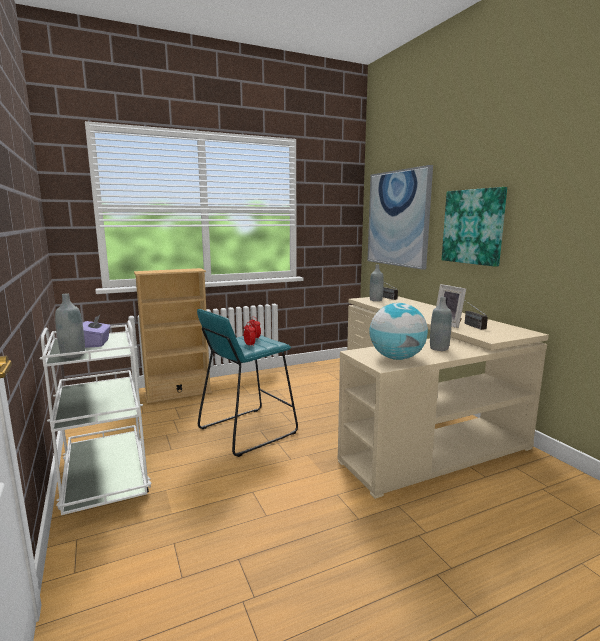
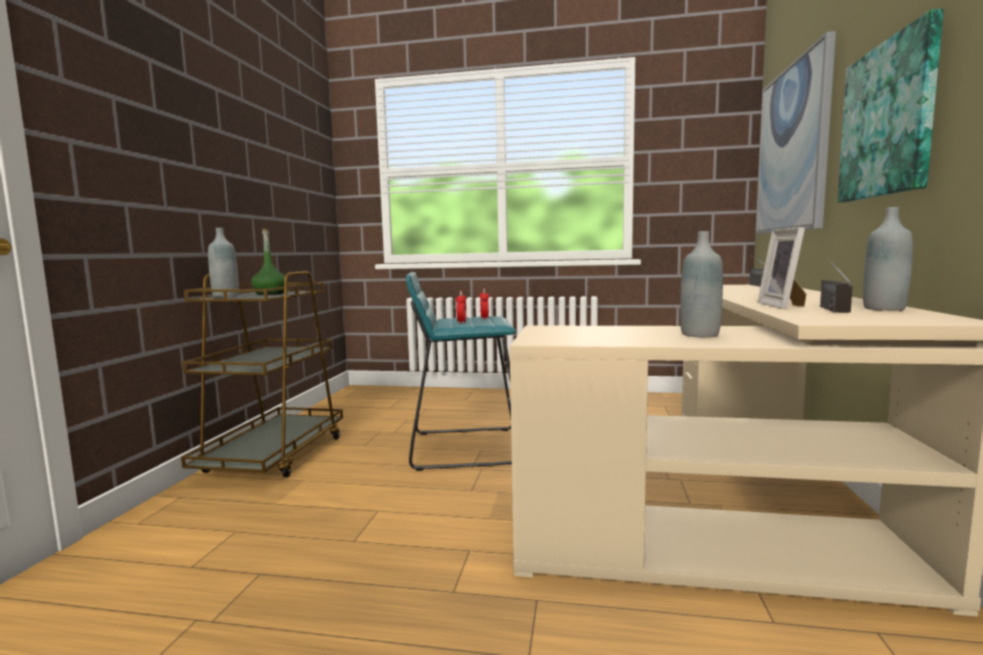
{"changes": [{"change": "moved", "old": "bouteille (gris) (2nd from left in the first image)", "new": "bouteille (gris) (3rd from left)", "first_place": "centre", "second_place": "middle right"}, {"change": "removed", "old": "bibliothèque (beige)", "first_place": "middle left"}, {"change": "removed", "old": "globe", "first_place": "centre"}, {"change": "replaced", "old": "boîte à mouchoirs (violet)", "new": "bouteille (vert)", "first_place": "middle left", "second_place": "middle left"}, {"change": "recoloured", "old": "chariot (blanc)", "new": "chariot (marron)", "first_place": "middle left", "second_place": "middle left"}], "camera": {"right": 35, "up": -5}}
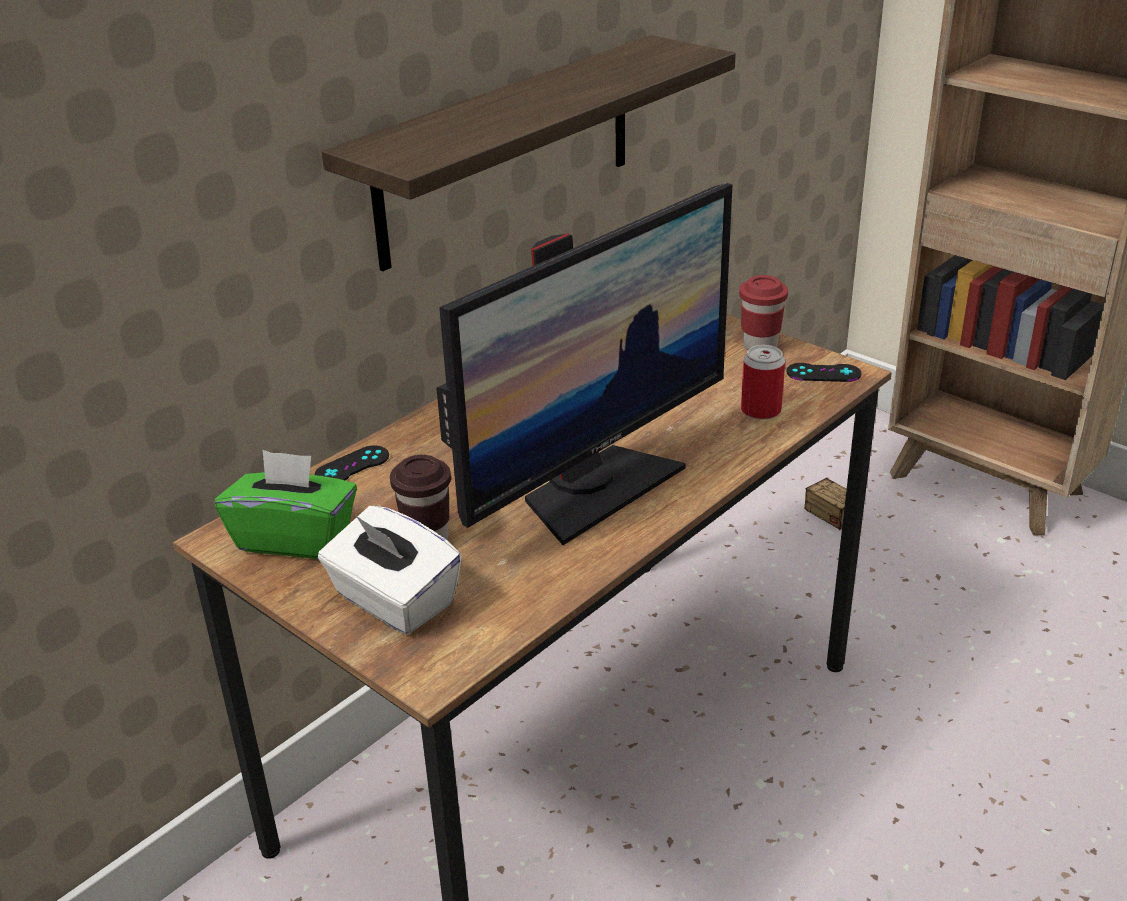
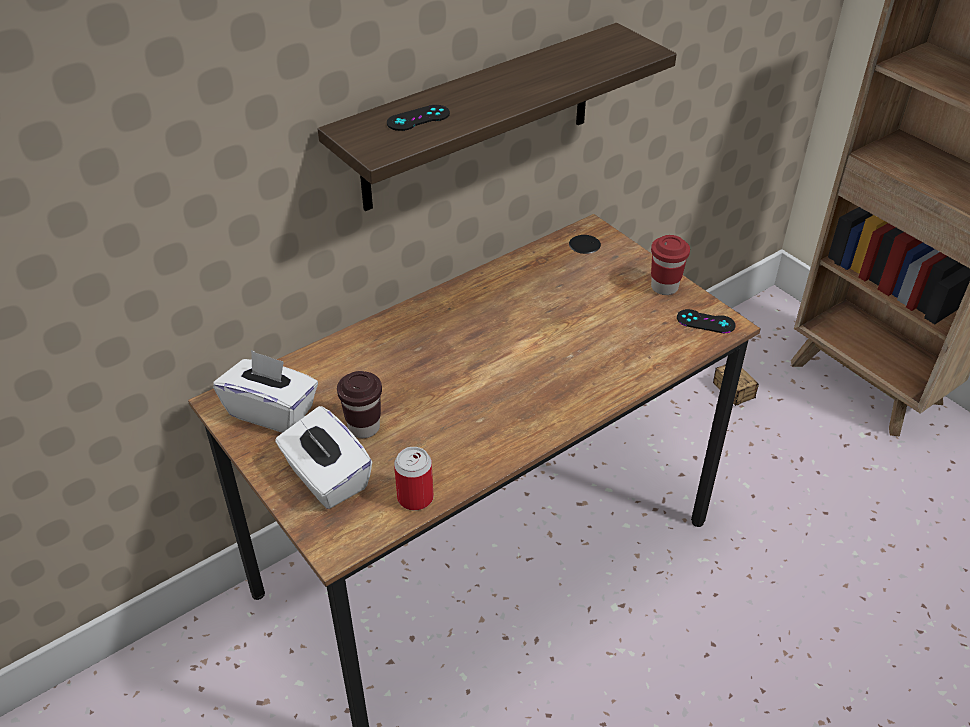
{"changes": [{"change": "removed", "old": "écran d'ordinateur", "first_place": "centre"}, {"change": "moved", "old": "boîte métallique", "first_place": "middle right", "second_place": "centre"}, {"change": "moved", "old": "manette (noir) (1st from left)", "first_place": "middle left", "second_place": "top centre"}, {"change": "recoloured", "old": "boîte à mouchoirs (vert)", "new": "boîte à mouchoirs (blanc) (1st from left)", "first_place": "middle left", "second_place": "middle left"}], "camera": {"right": 10, "up": 10}}
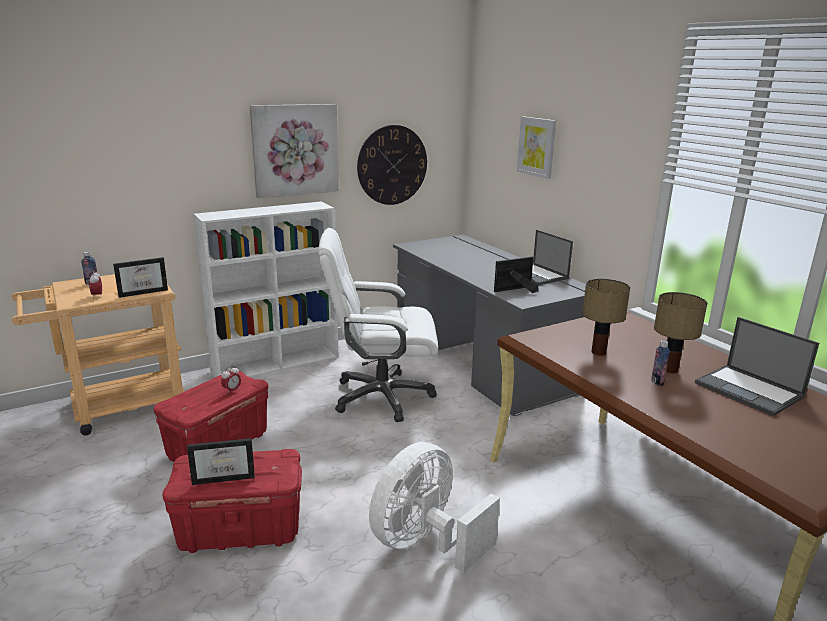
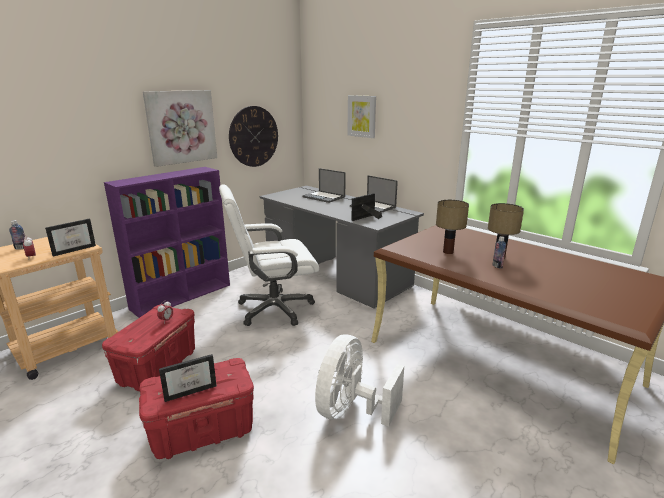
{"changes": [{"change": "recoloured", "old": "bibliothèque (blanc)", "new": "bibliothèque (violet)", "first_place": "middle left", "second_place": "middle left"}, {"change": "moved", "old": "ordinateur portable (2nd from left in the first image)", "new": "ordinateur portable (1st from left)", "first_place": "middle right", "second_place": "centre"}], "camera": {"right": -15, "up": 0}}
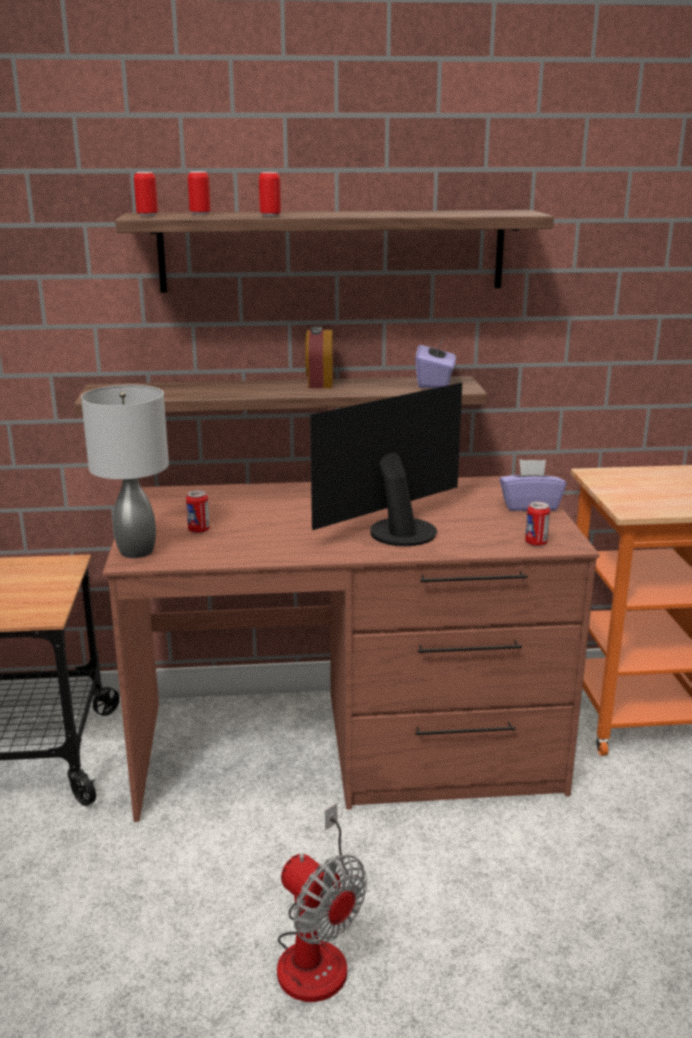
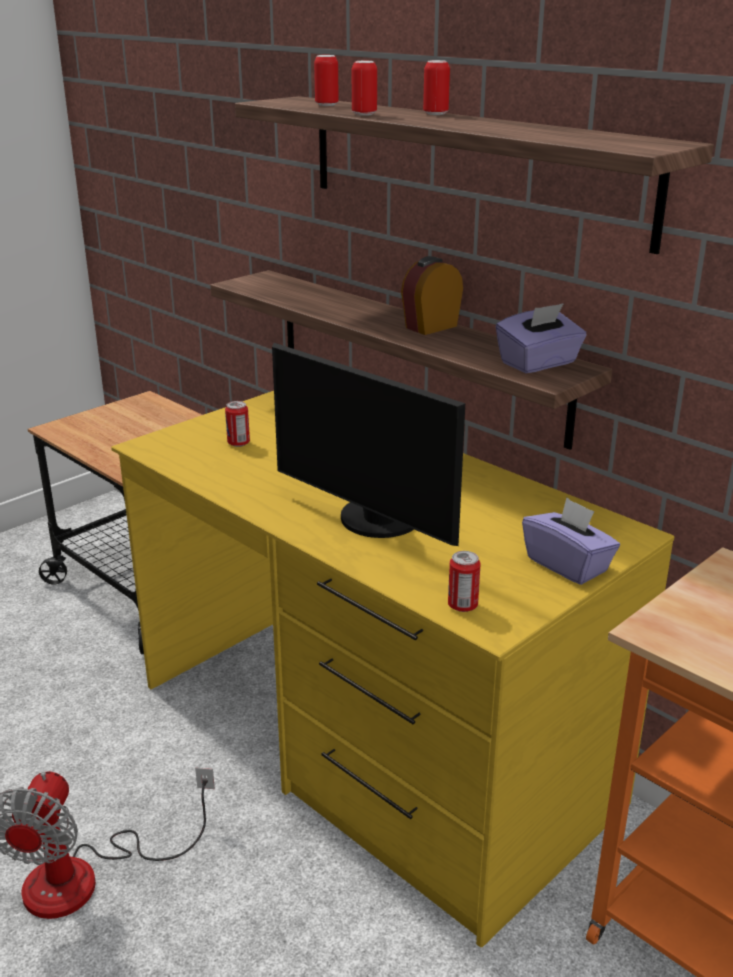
{"changes": [{"change": "moved", "old": "boîte métallique (1st from left in the first image)", "new": "boîte métallique (4th from left)", "first_place": "top left", "second_place": "top centre"}, {"change": "turned", "old": "écran d'ordinateur", "first_place": "centre", "second_place": "centre", "degrees": -150}, {"change": "removed", "old": "lampe de table (gris)", "first_place": "middle left"}, {"change": "recoloured", "old": "bureau (marron)", "new": "bureau (jaune)", "first_place": "centre", "second_place": "bottom centre"}], "camera": {"right": 50, "up": 5}}
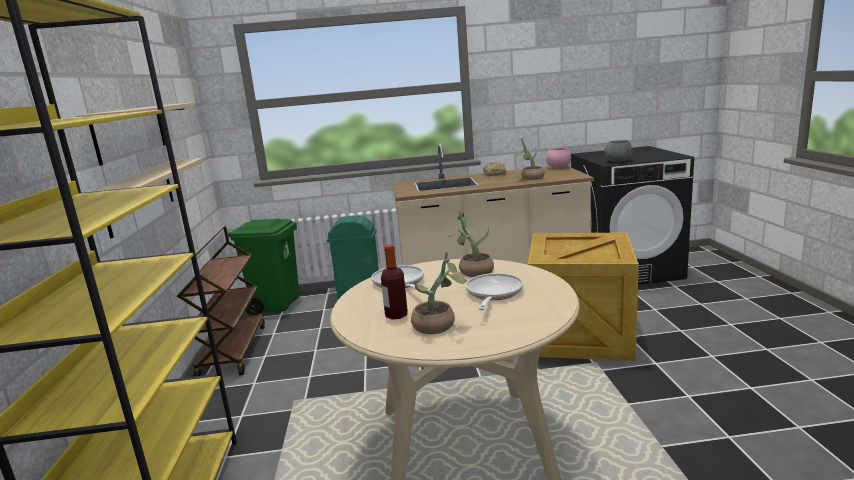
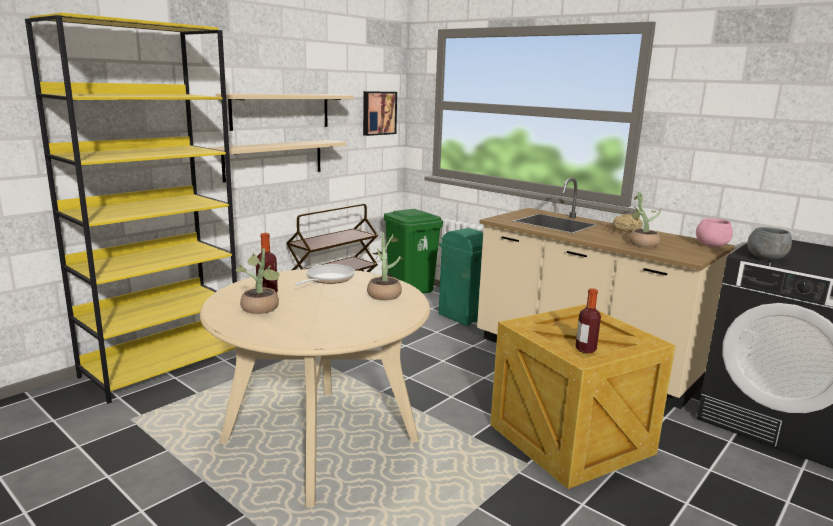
{"changes": [{"change": "removed", "old": "poêle (2nd from left)", "first_place": "centre"}, {"change": "added", "new": "tableau", "second_place": "top centre"}, {"change": "added", "new": "bouteille (2nd from left)", "second_place": "middle right"}], "camera": {"right": 45, "up": 0}}
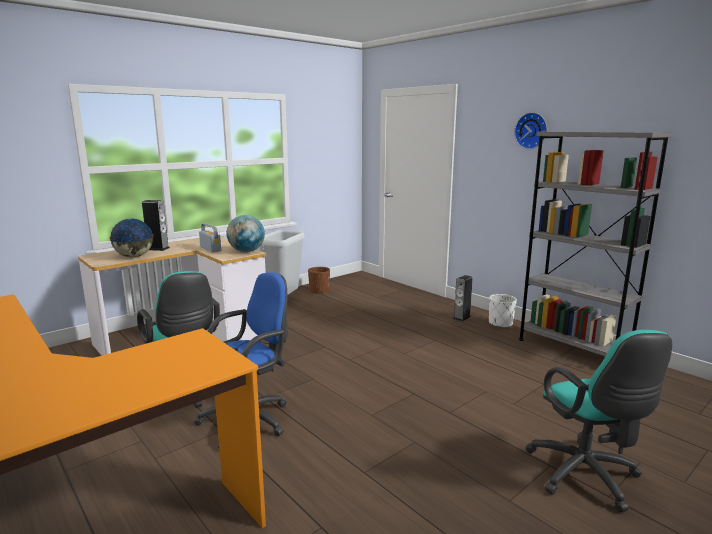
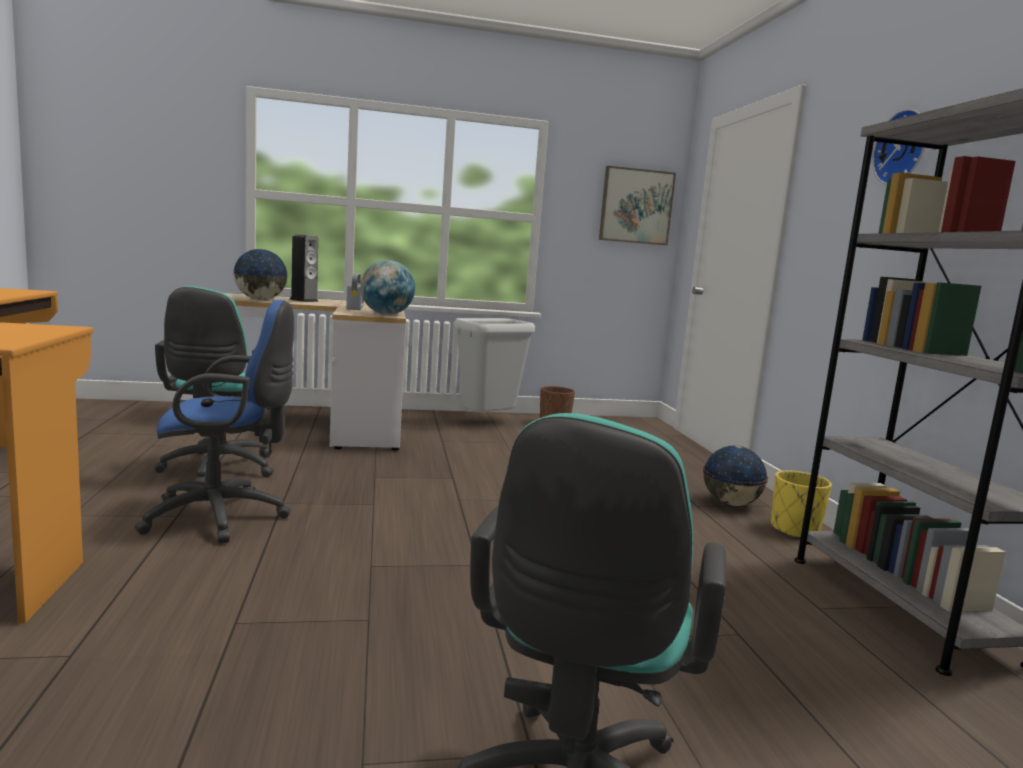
{"changes": [{"change": "replaced", "old": "enceinte (2nd from left)", "new": "globe (3rd from left)", "first_place": "centre", "second_place": "middle right"}, {"change": "recoloured", "old": "cache-pot (blanc)", "new": "cache-pot (jaune)", "first_place": "middle right", "second_place": "middle right"}, {"change": "added", "new": "tableau", "second_place": "top centre"}], "camera": {"right": 30, "up": -5}}
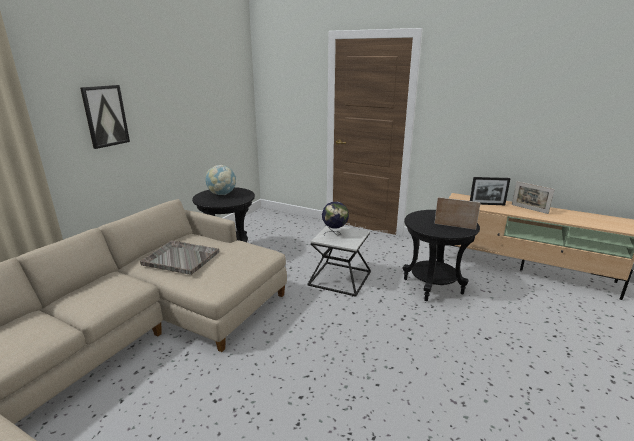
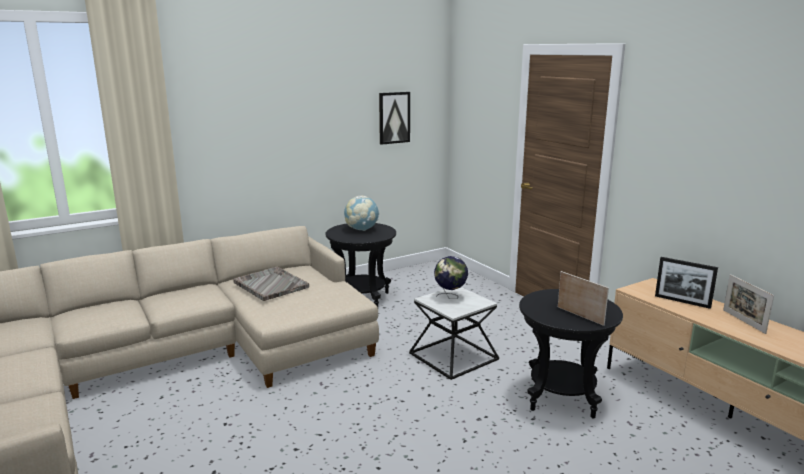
{"changes": [{"change": "moved", "old": "tableau", "first_place": "top left", "second_place": "top centre"}], "camera": {"right": 30, "up": -5}}
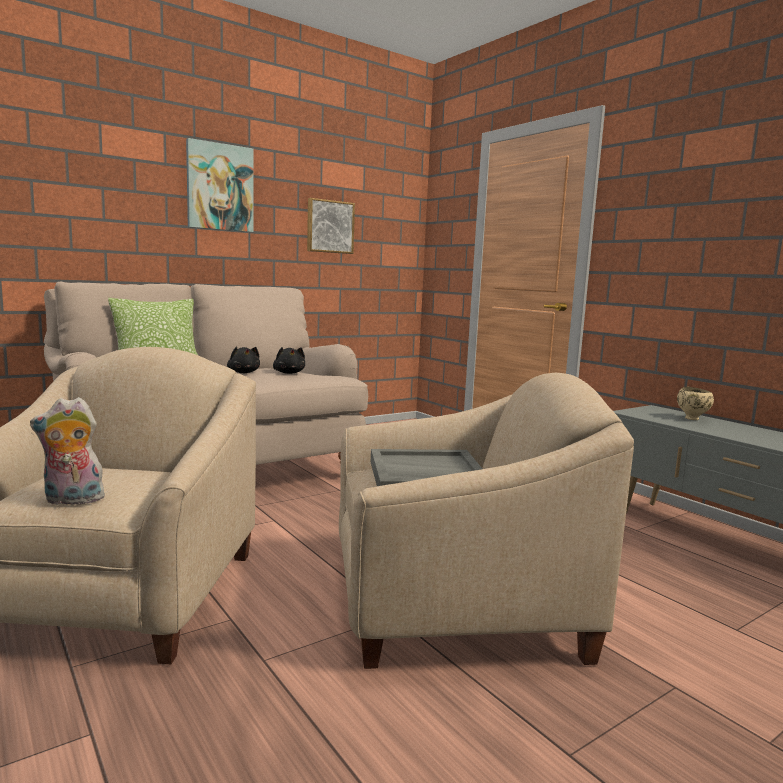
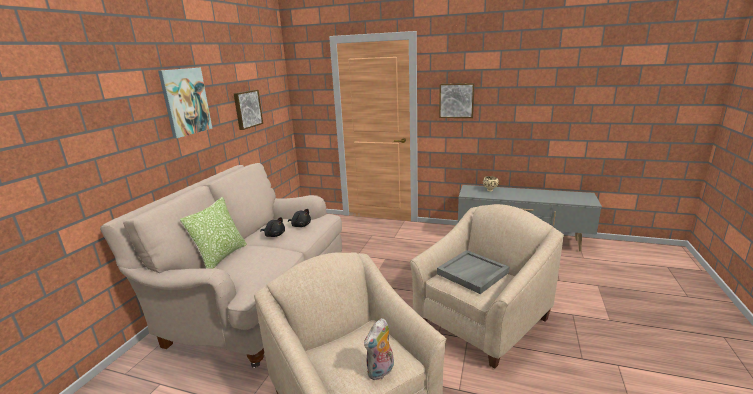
{"changes": [{"change": "added", "new": "tableau (3rd from left)", "second_place": "top centre"}], "camera": {"right": -35, "up": 10}}
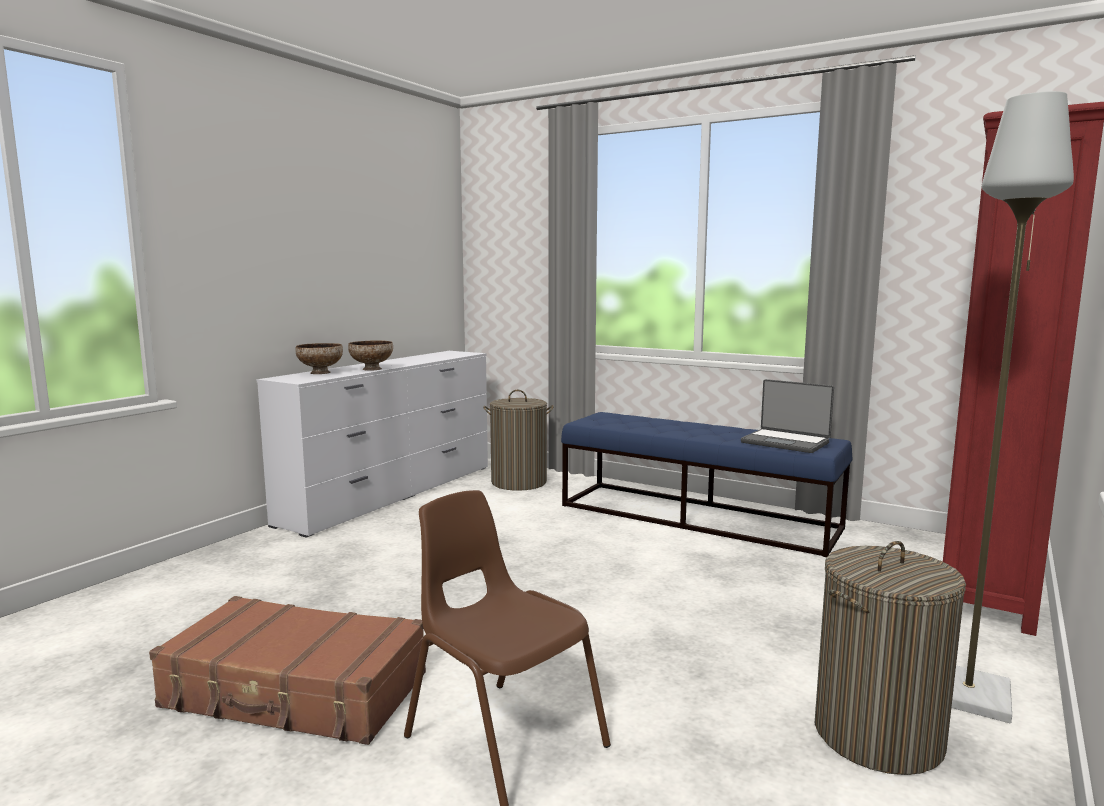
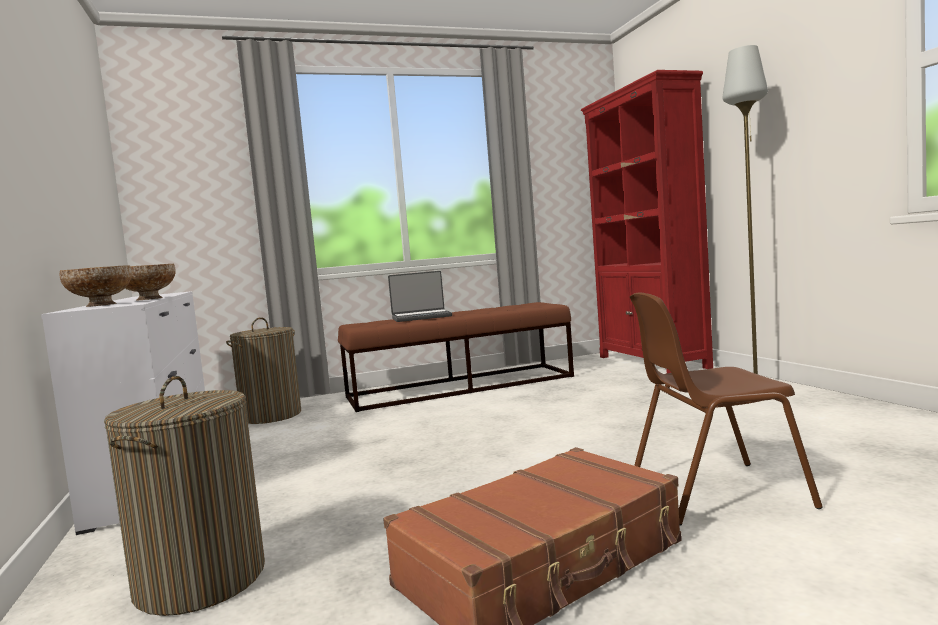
{"changes": [{"change": "moved", "old": "ordinateur portable", "first_place": "middle right", "second_place": "centre"}, {"change": "recoloured", "old": "banc (bleu)", "new": "banc (marron)", "first_place": "centre", "second_place": "centre"}, {"change": "moved", "old": "panier à linge (2nd from left in the first image)", "new": "panier à linge (1st from left)", "first_place": "bottom right", "second_place": "bottom left"}], "camera": {"right": -50, "up": -5}}
